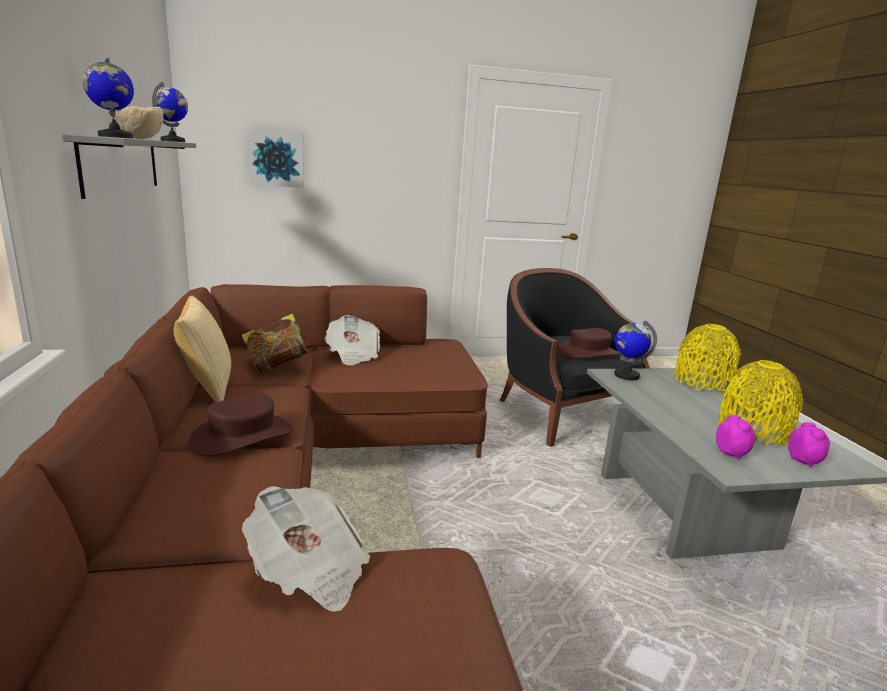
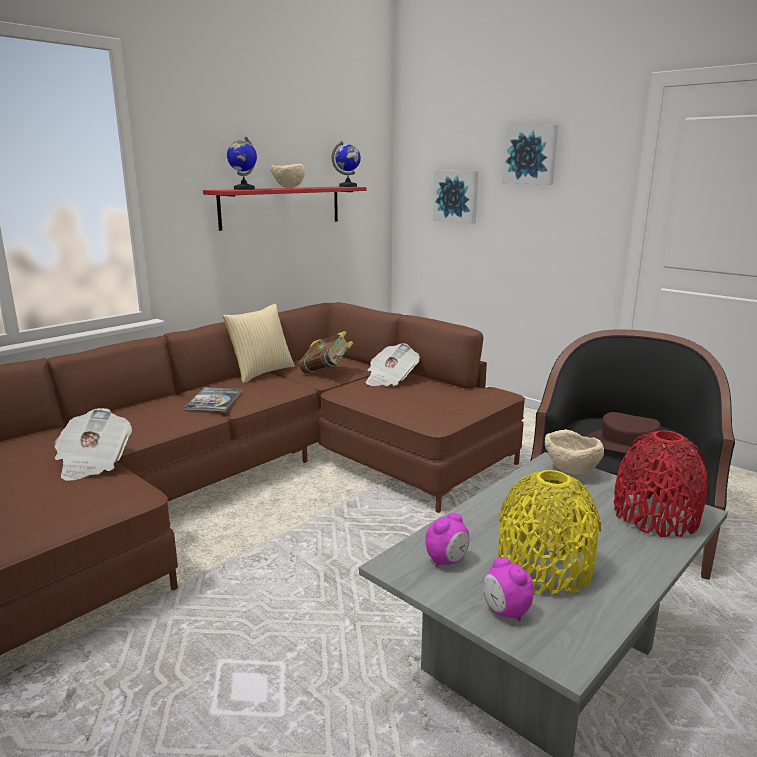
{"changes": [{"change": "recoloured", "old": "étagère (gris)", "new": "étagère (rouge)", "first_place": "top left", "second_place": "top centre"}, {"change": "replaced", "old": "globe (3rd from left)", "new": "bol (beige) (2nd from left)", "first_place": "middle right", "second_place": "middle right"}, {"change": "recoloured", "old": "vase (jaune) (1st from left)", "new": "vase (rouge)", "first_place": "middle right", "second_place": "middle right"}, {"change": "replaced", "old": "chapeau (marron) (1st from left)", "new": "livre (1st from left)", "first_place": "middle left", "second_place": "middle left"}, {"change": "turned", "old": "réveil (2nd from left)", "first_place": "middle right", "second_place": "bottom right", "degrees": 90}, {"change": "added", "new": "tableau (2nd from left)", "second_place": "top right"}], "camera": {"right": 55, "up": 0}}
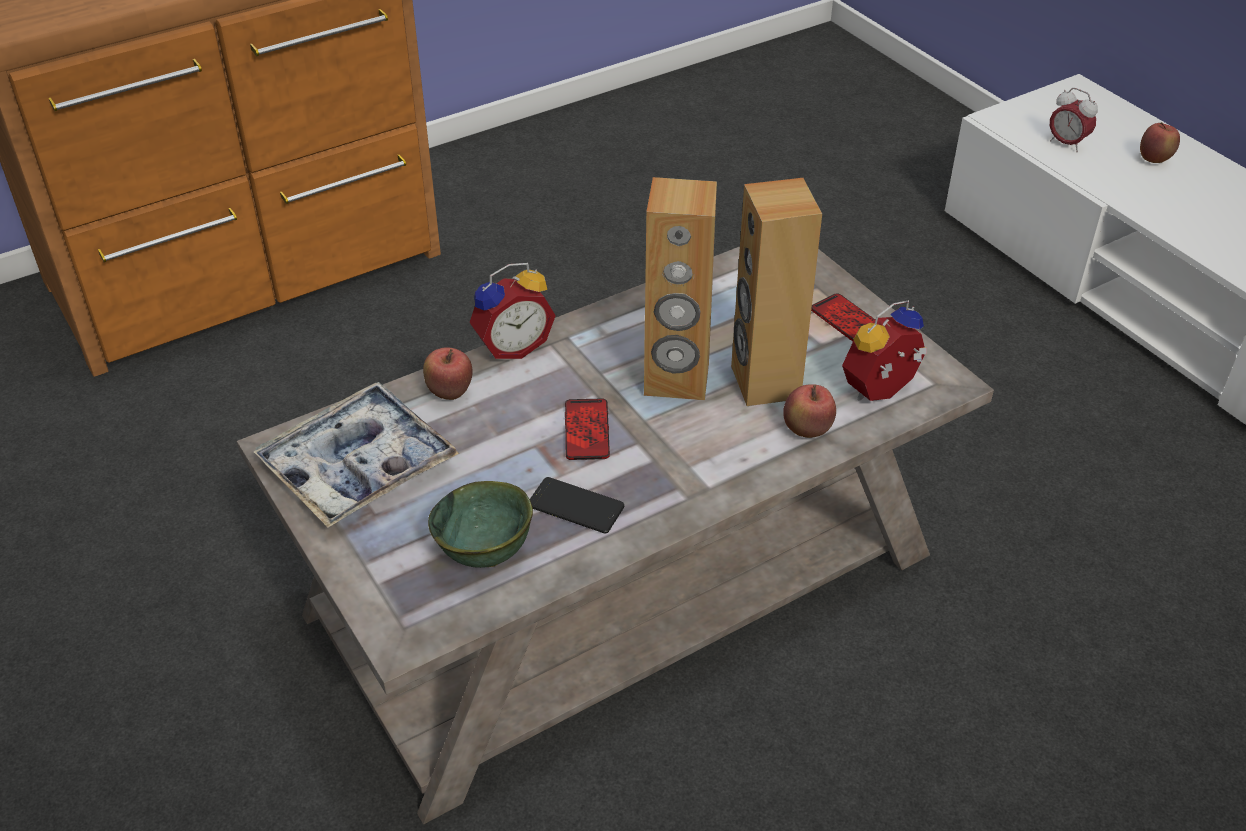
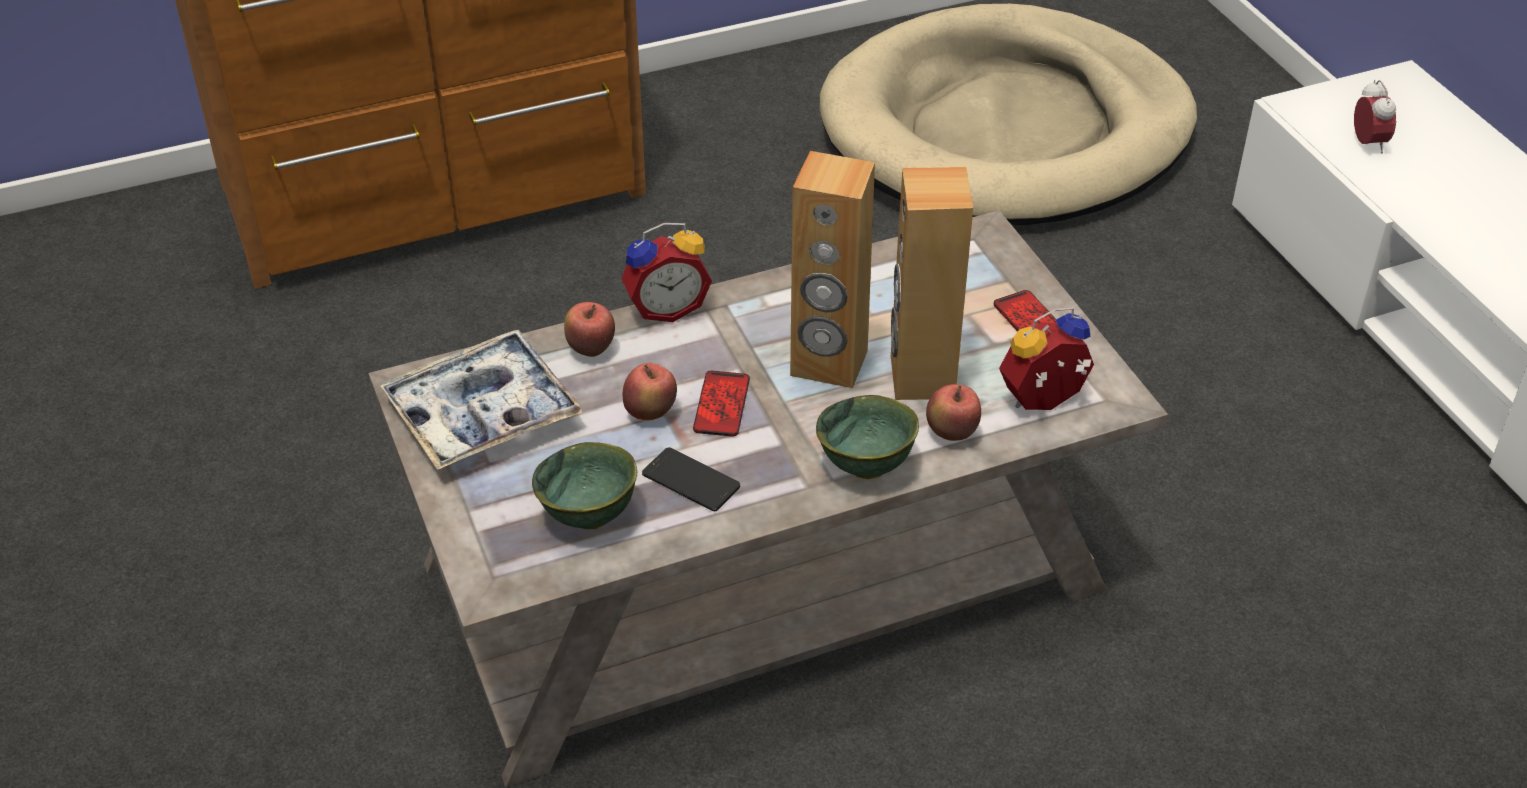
{"changes": [{"change": "turned", "old": "réveil (3rd from left)", "first_place": "top right", "second_place": "top right", "degrees": -150}, {"change": "moved", "old": "pomme (3rd from left in the first image)", "new": "pomme (2nd from left)", "first_place": "top right", "second_place": "centre"}, {"change": "added", "new": "panier pour chien (beige)", "second_place": "top centre"}, {"change": "added", "new": "bol (vert) (2nd from left)", "second_place": "centre"}], "camera": {"right": 10, "up": 0}}
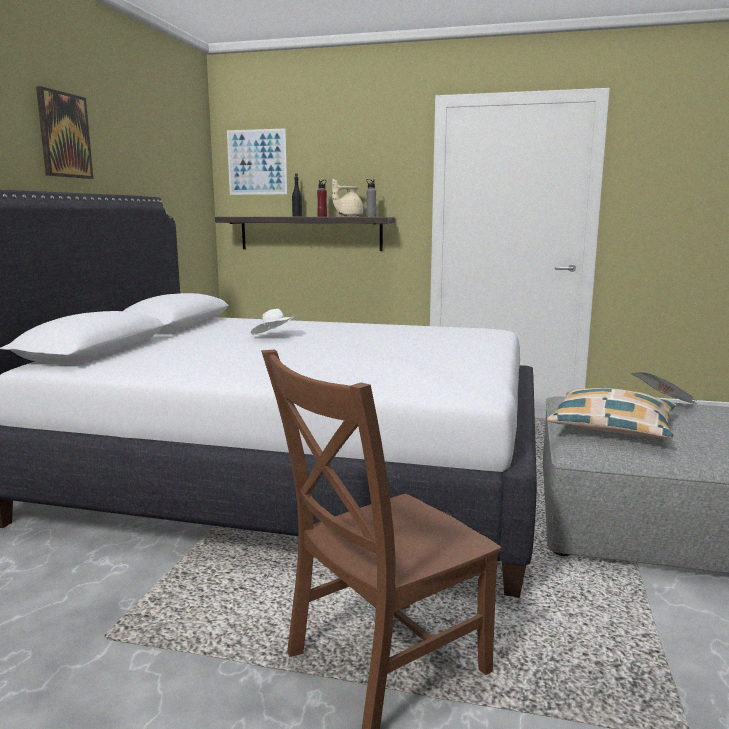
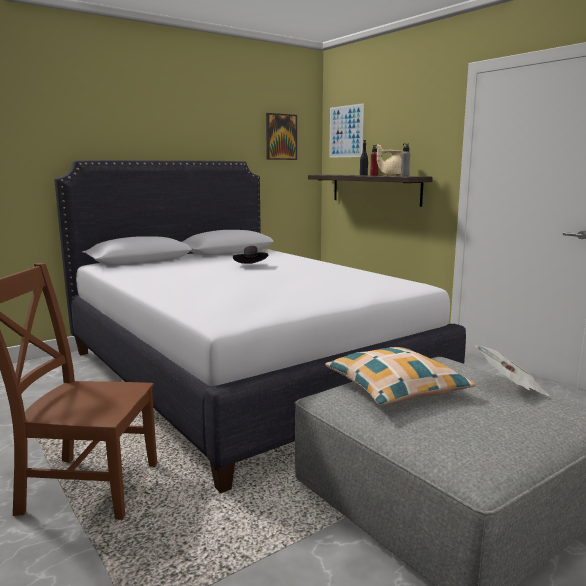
{"changes": [{"change": "moved", "old": "tableau (1st from left)", "first_place": "top left", "second_place": "top centre"}, {"change": "recoloured", "old": "chapeau (blanc)", "new": "chapeau (noir)", "first_place": "centre", "second_place": "centre"}], "camera": {"right": 40, "up": 0}}
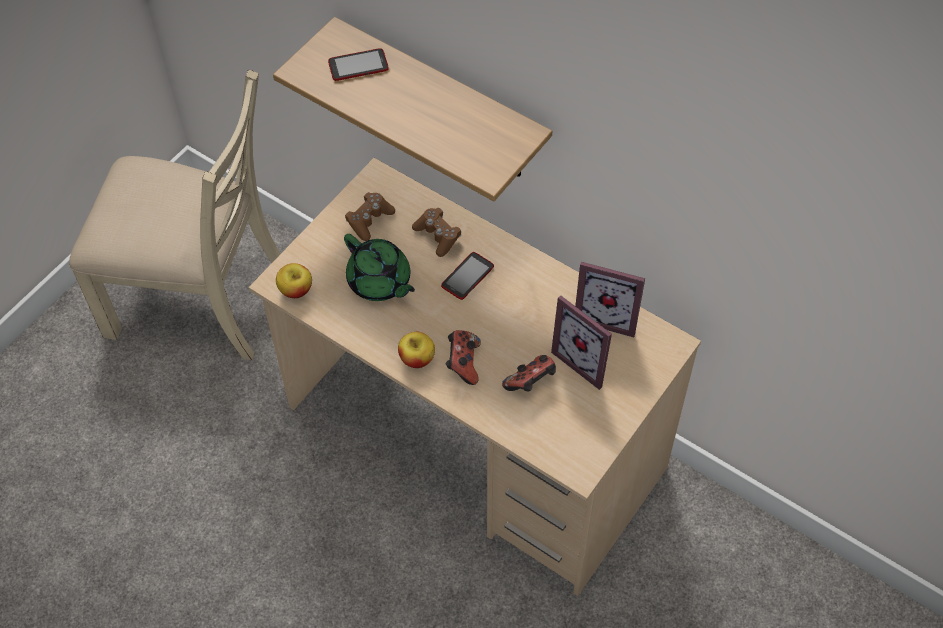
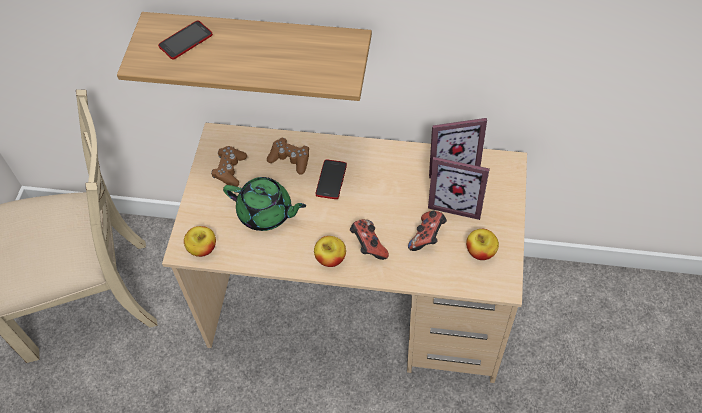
{"changes": [{"change": "added", "new": "pomme (3rd from left)", "second_place": "middle right"}], "camera": {"right": -25, "up": 0}}
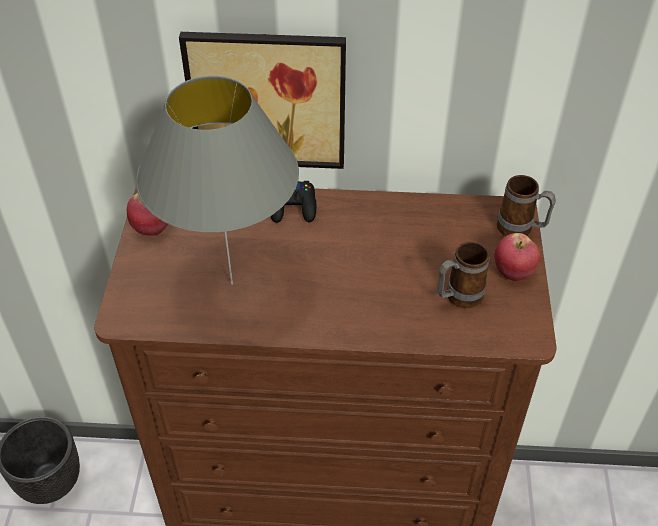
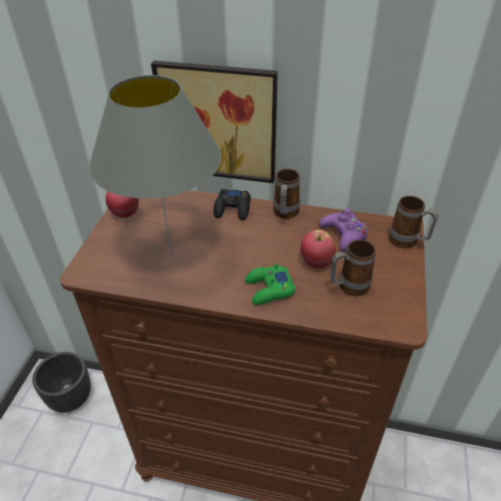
{"changes": [{"change": "moved", "old": "pomme (2nd from left)", "first_place": "middle right", "second_place": "centre"}, {"change": "added", "new": "mug (1st from left)", "second_place": "centre"}, {"change": "added", "new": "manette (violet)", "second_place": "middle right"}, {"change": "added", "new": "manette (vert)", "second_place": "centre"}], "camera": {"right": 10, "up": -5}}
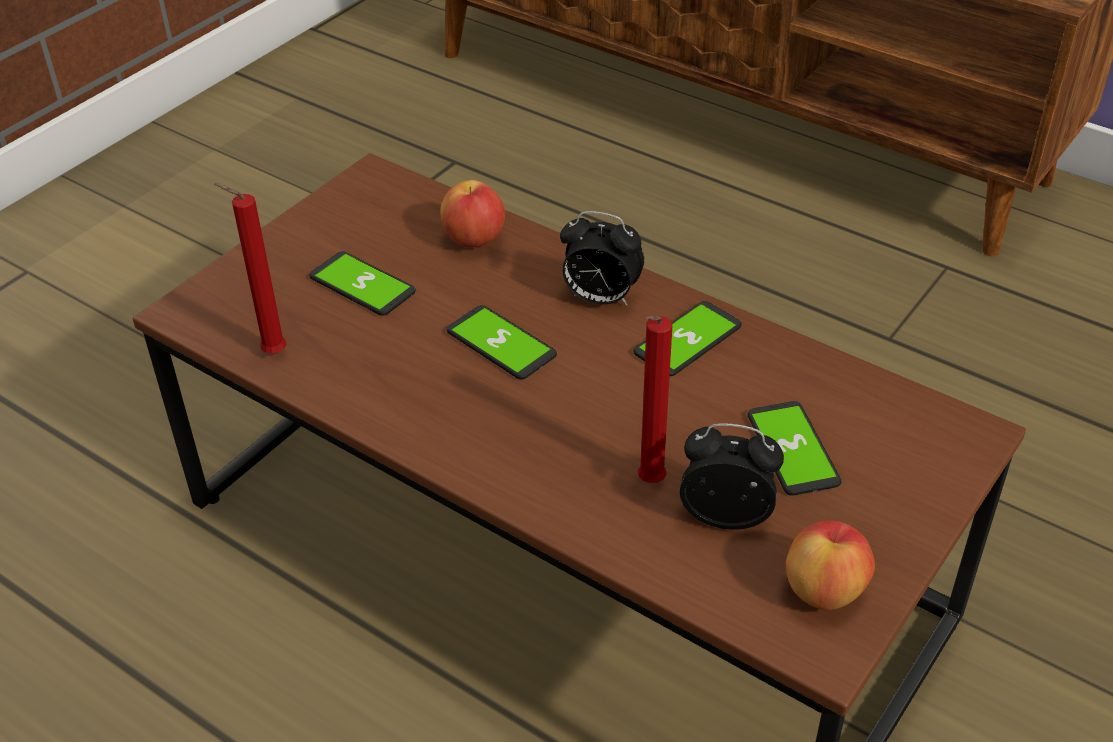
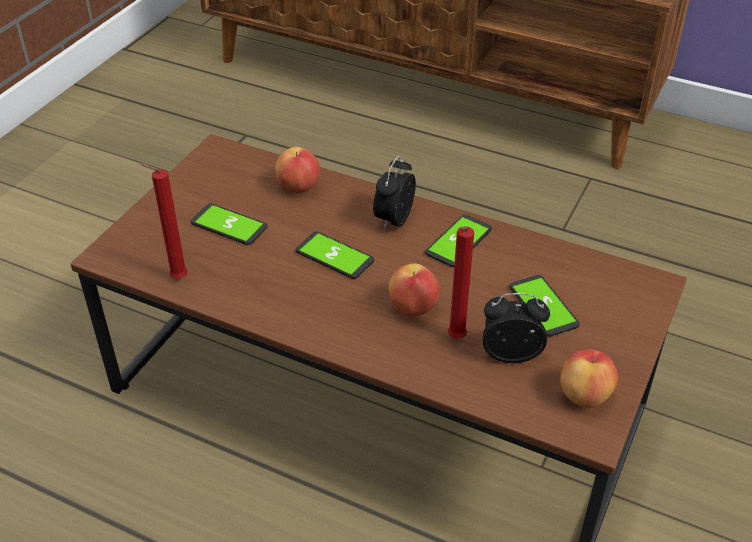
{"changes": [{"change": "turned", "old": "réveil (1st from left)", "first_place": "centre", "second_place": "centre", "degrees": 105}, {"change": "added", "new": "pomme (2nd from left)", "second_place": "centre"}], "camera": {"right": -10, "up": 0}}
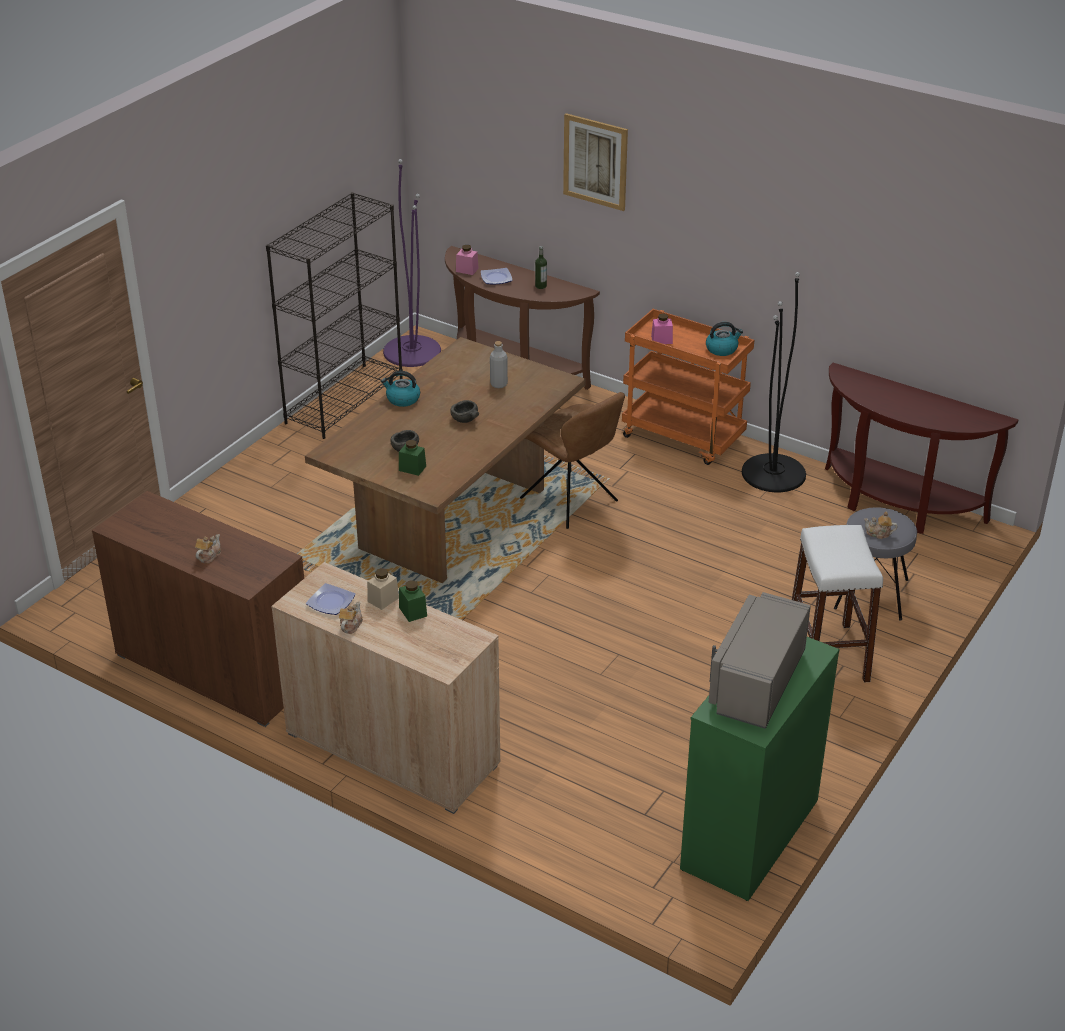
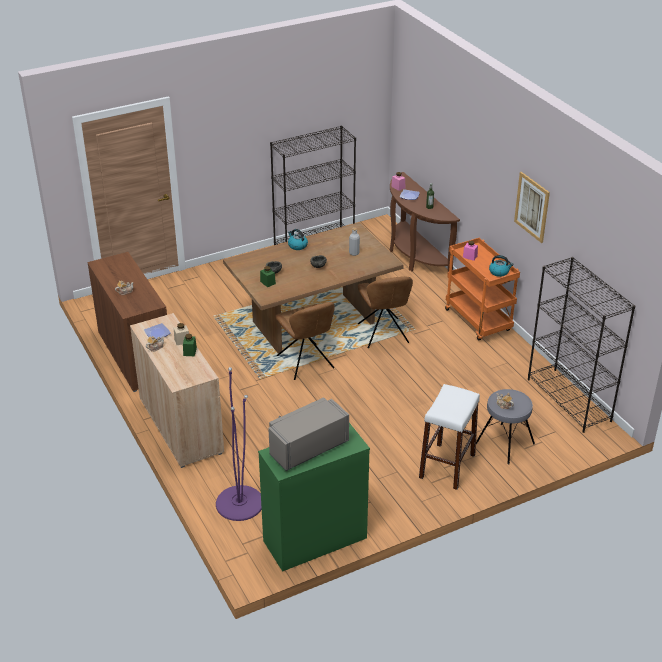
{"changes": [{"change": "moved", "old": "tableau", "first_place": "top centre", "second_place": "top right"}, {"change": "moved", "old": "lampadaire (violet)", "first_place": "top centre", "second_place": "bottom centre"}, {"change": "removed", "old": "lampadaire (noir)", "first_place": "middle right"}, {"change": "replaced", "old": "table console (marron) (2nd from left)", "new": "bibliothèque (noir) (2nd from left)", "first_place": "middle right", "second_place": "middle right"}, {"change": "added", "new": "chaise (marron) (1st from left)", "second_place": "centre"}], "camera": {"right": 30, "up": 0}}
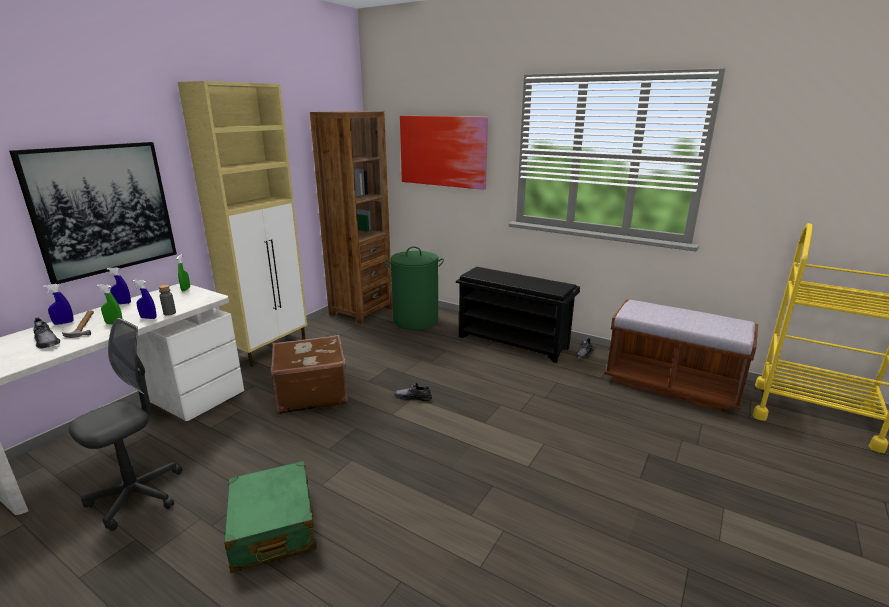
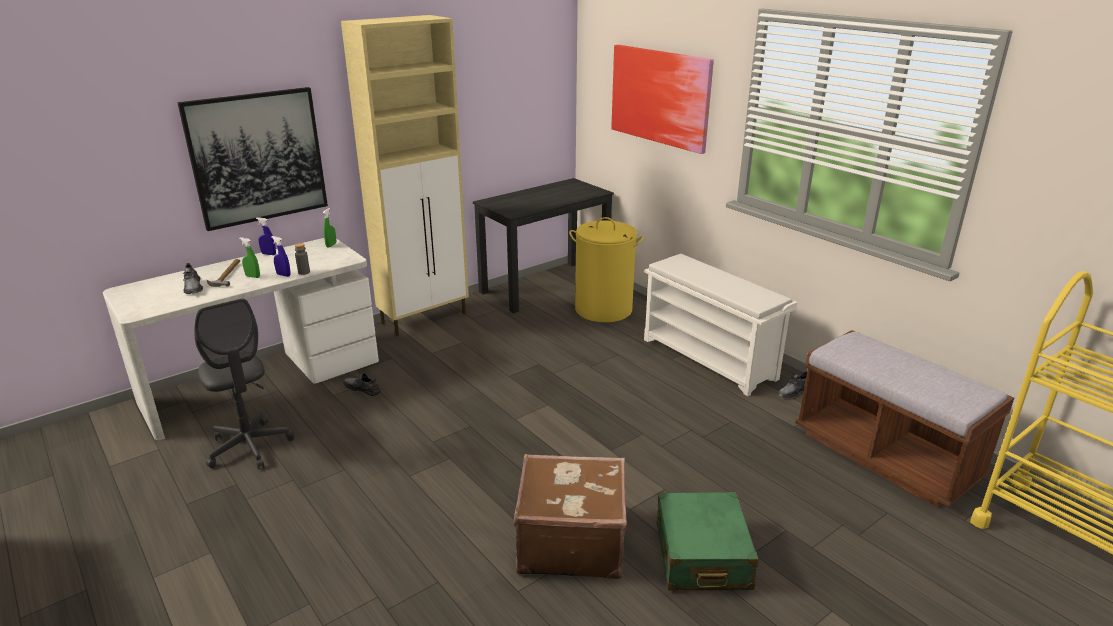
{"changes": [{"change": "replaced", "old": "bibliothèque (marron)", "new": "bureau (noir)", "first_place": "centre", "second_place": "centre"}, {"change": "recoloured", "old": "panier à linge (vert)", "new": "panier à linge (jaune)", "first_place": "centre", "second_place": "centre"}, {"change": "recoloured", "old": "étagère à chaussures (noir)", "new": "étagère à chaussures (blanc)", "first_place": "centre", "second_place": "centre"}, {"change": "removed", "old": "vaporisateur (bleu) (1st from left)", "first_place": "middle left"}, {"change": "turned", "old": "chaise de bureau (gris)", "first_place": "bottom left", "second_place": "middle left", "degrees": 90}, {"change": "moved", "old": "valise (marron)", "first_place": "centre", "second_place": "bottom centre"}, {"change": "moved", "old": "chaussure (gris) (2nd from left)", "first_place": "centre", "second_place": "middle left"}, {"change": "moved", "old": "valise (vert)", "first_place": "bottom left", "second_place": "bottom centre"}], "camera": {"right": 20, "up": 5}}
